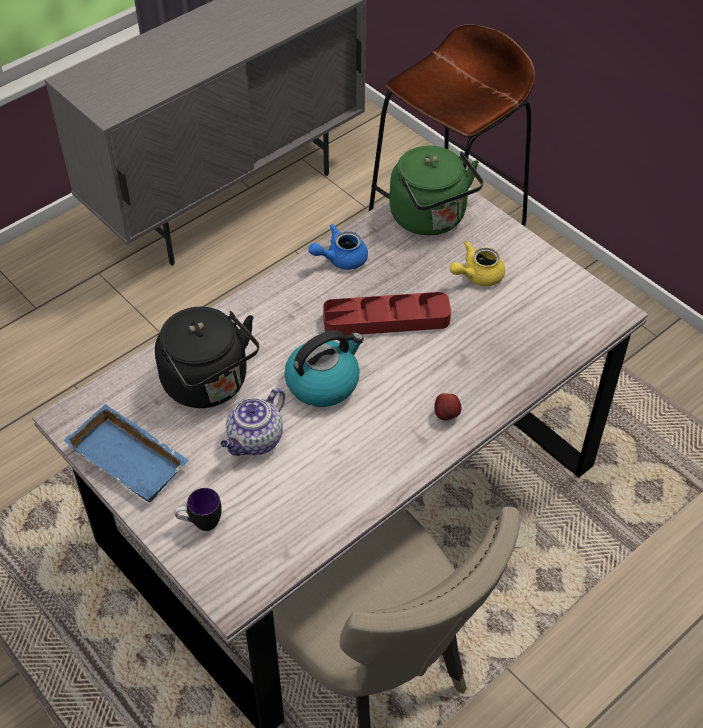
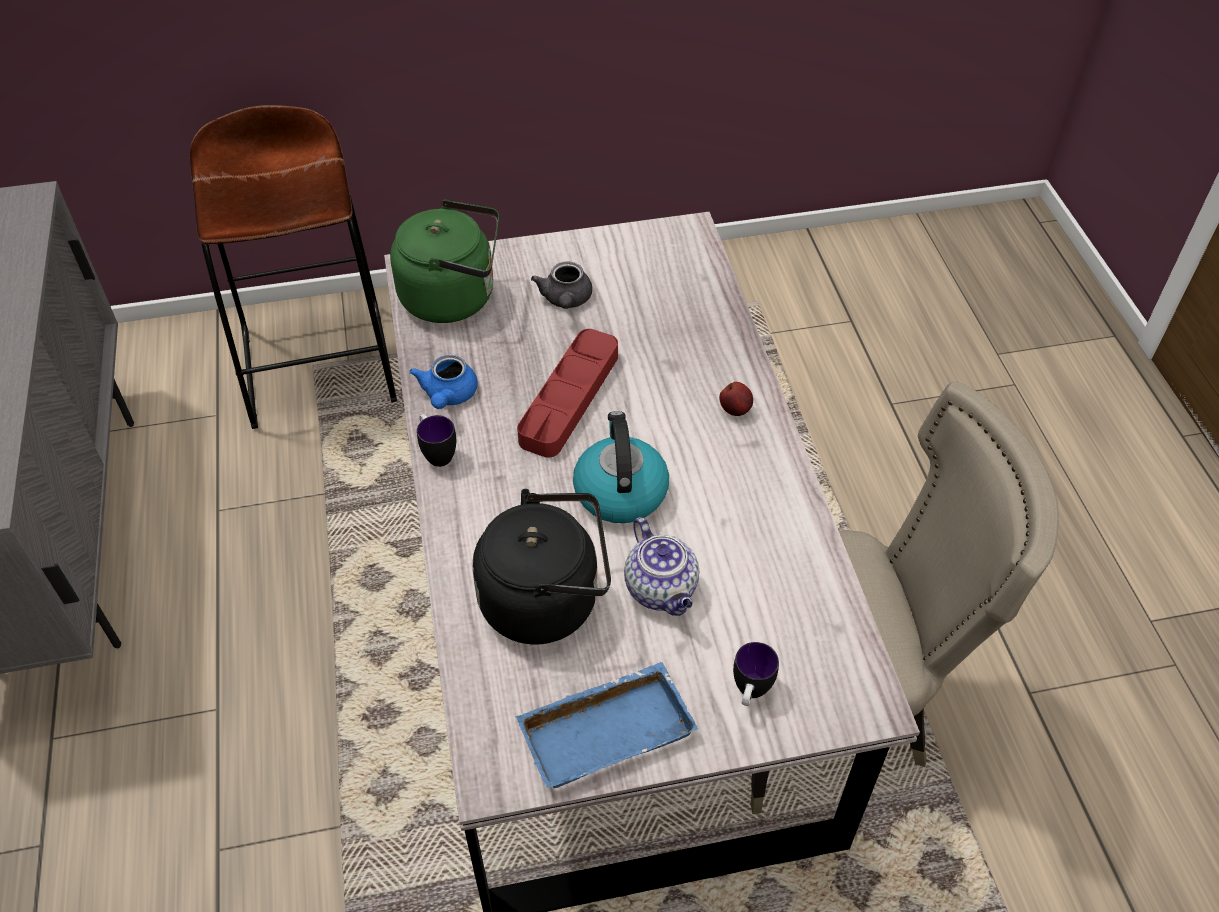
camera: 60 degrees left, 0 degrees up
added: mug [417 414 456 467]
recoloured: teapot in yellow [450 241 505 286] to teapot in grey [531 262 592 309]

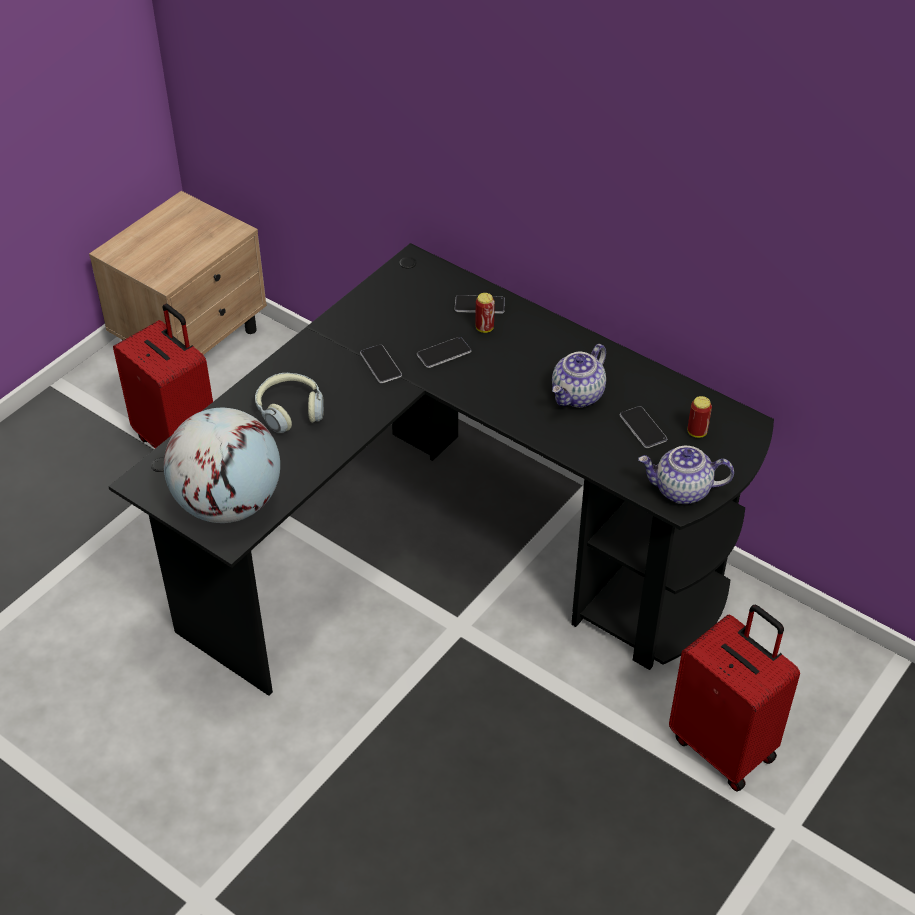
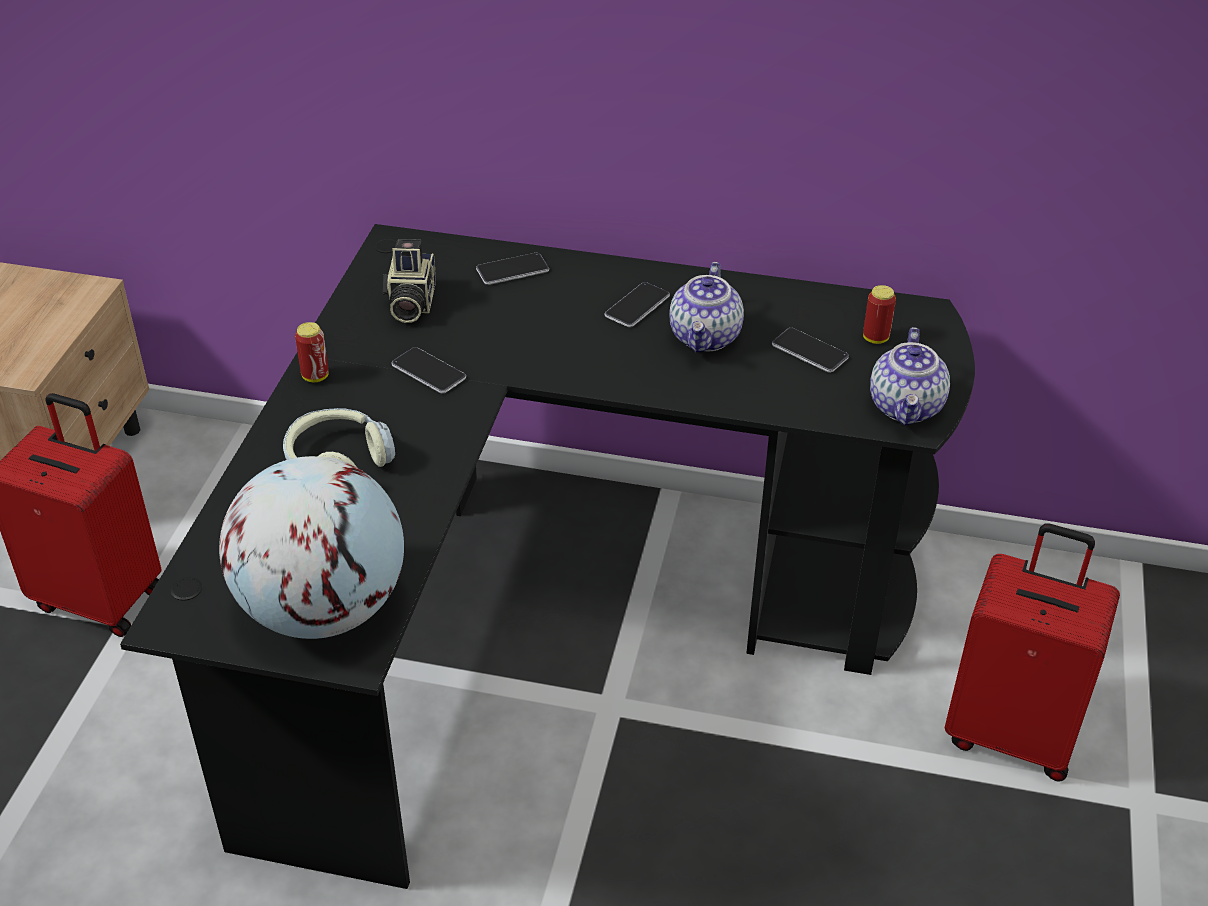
camera: 25 degrees left, 5 degrees down
added: photo camera [383 239 436 323]
moved: can [476 293 495 333] to [295 322 329 382]; phone [417 337 472 368] to [605 282 670 327]
turned: teapot [638 446 734 504] = [870 327 950 425] 60 degrees counterclockwise

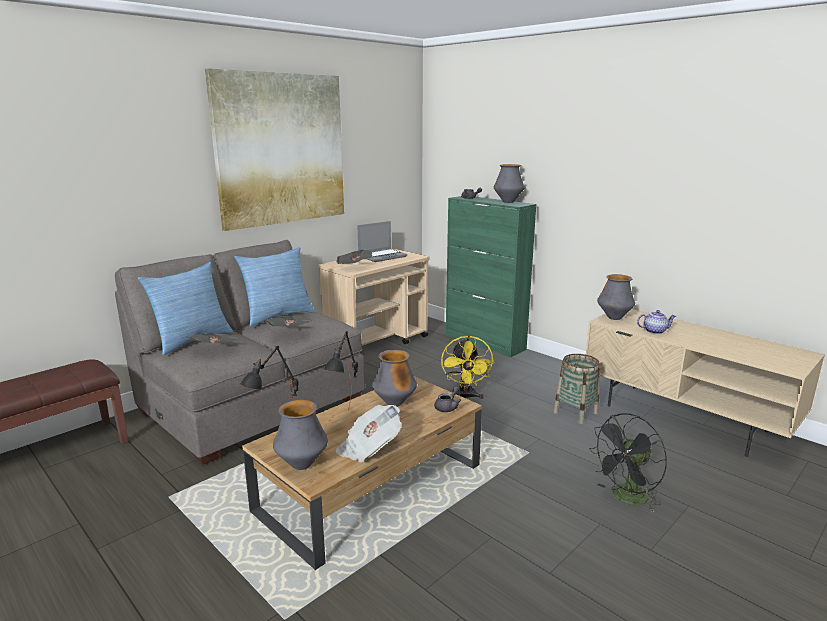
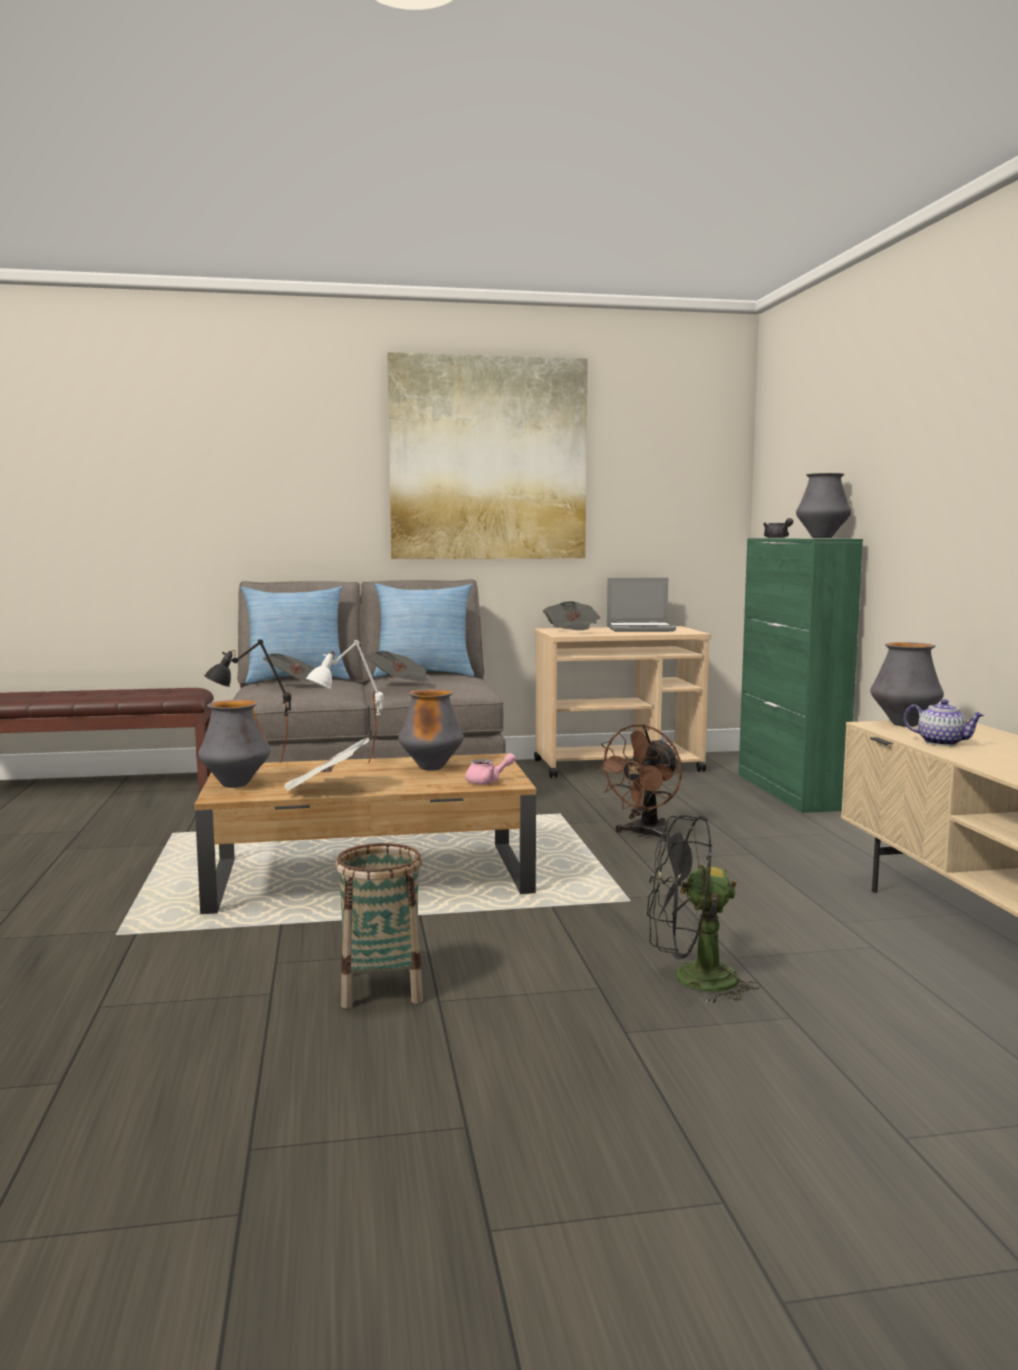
camera: 35 degrees right, 10 degrees down
moved: basket [554 354 600 424] to [335 843 423 1008]
recoloured: table lamp in black [324 331 358 411] to table lamp in white [305 640 383 764]; teapot in grey [434 385 461 412] to teapot in pink [465 753 516 784]; fan in yellow [441 335 494 399] to fan in brown [596 724 682 841]

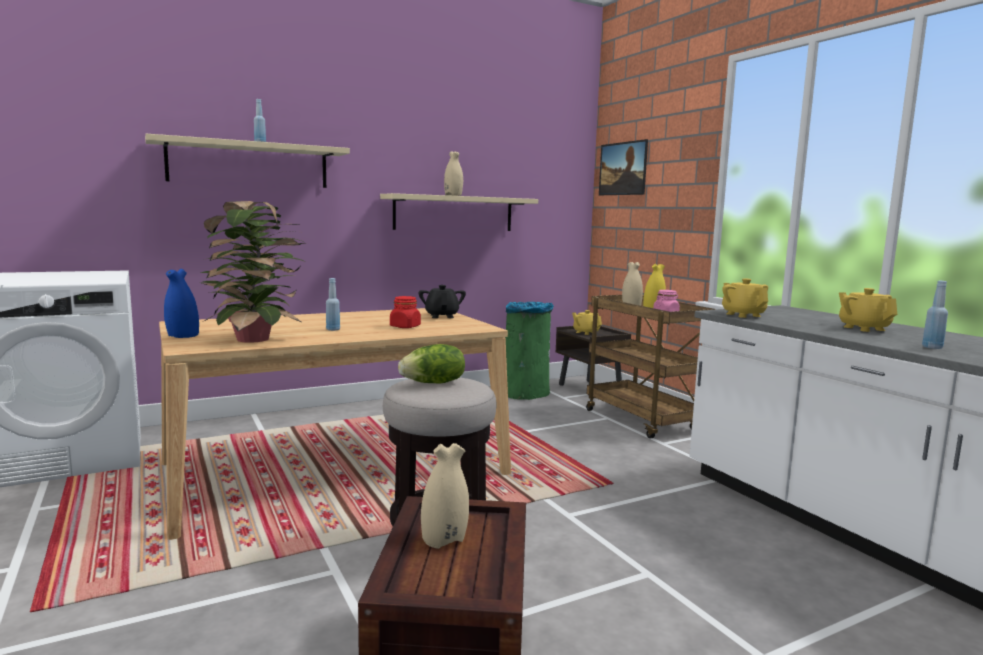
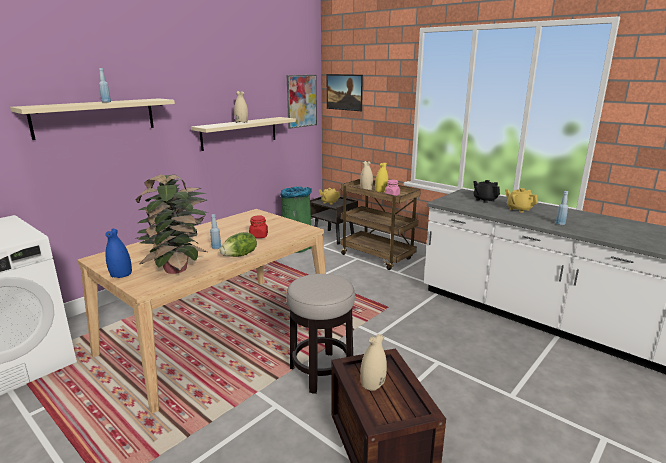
camera: 20 degrees left, 10 degrees up
removed: teapot in yellow [722 279 768 318]
added: picture [287 75 317 129]
moved: lettuce [398 344 465 384] to [220 232 257 257]; teapot in black [419 285 466 318] to [473 180 500 203]

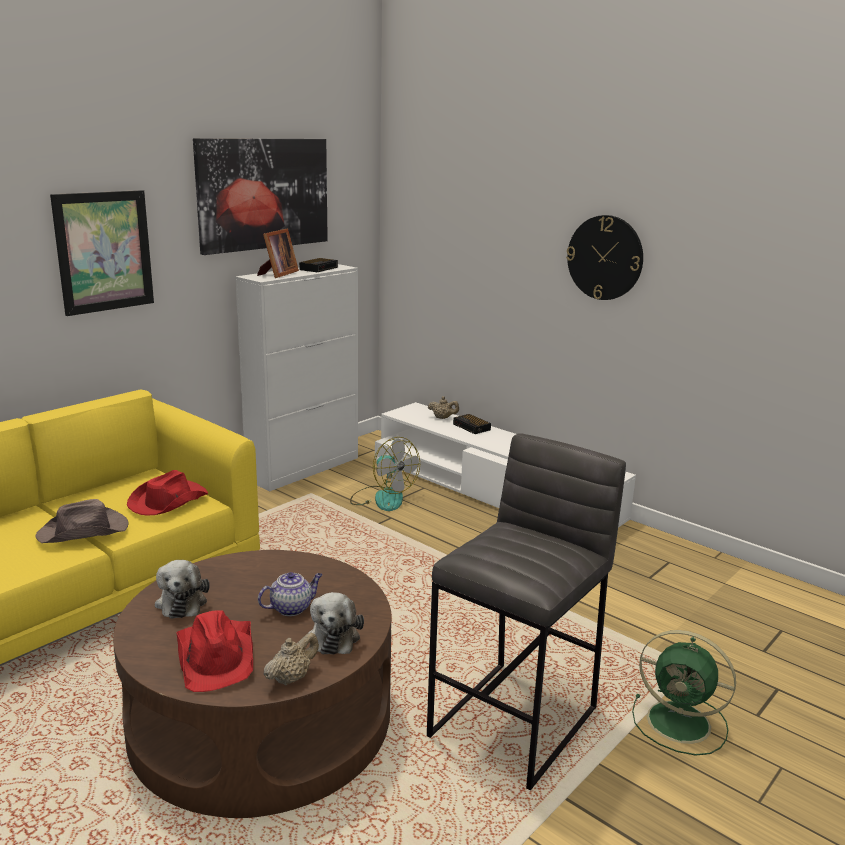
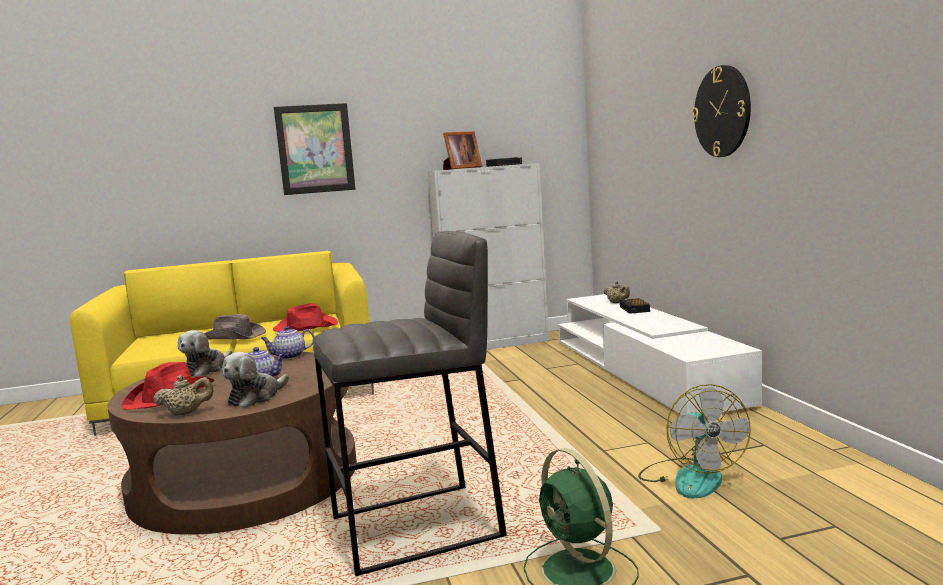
camera: 35 degrees right, 10 degrees down
removed: picture [193 138 328 255]
added: teapot [260 326 314 359]
moved: fan [350 437 420 511] to [638 384 751 499]

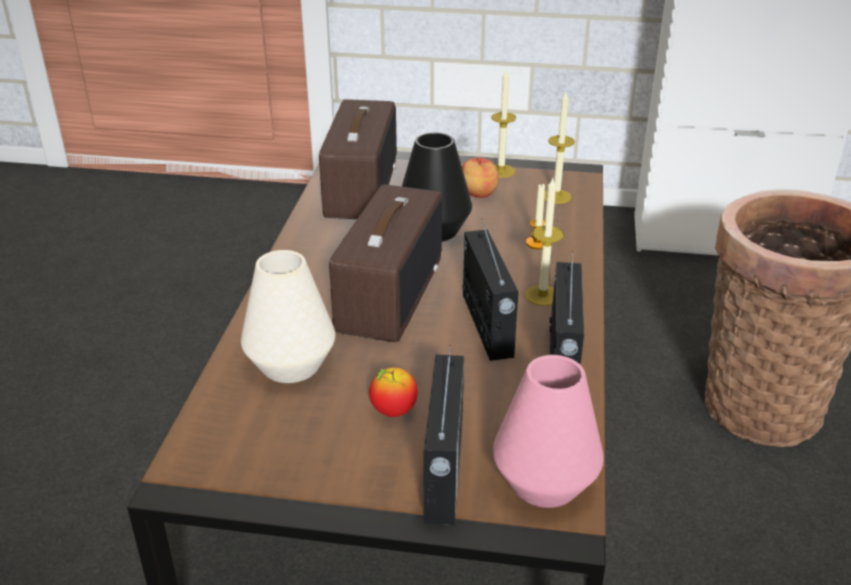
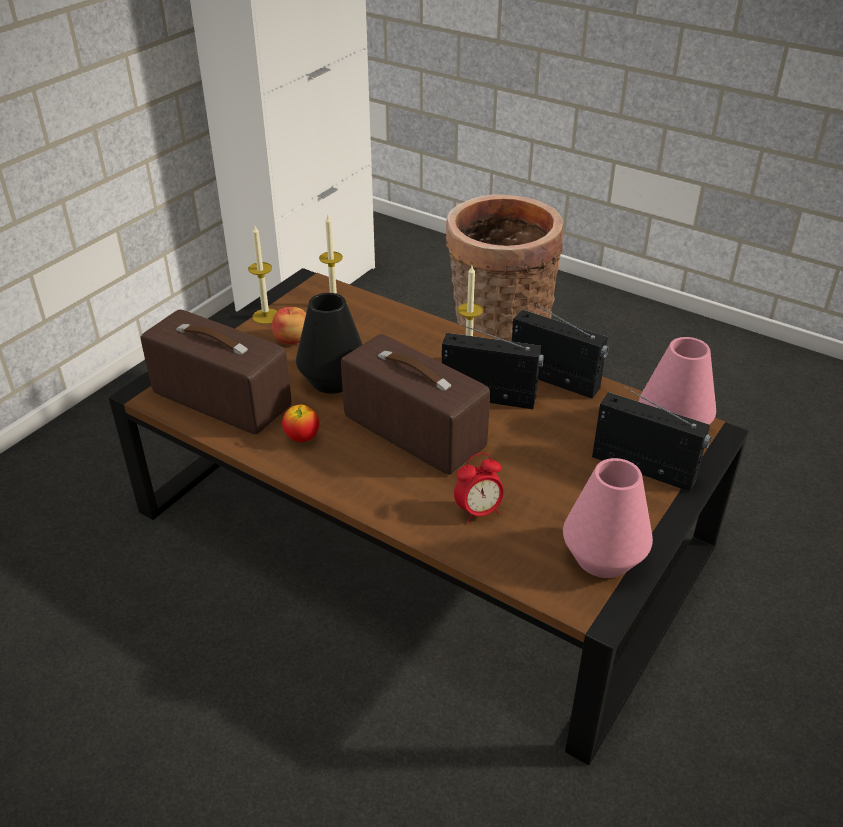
camera: 65 degrees left, 5 degrees up
removed: candle [526 184 545 249]
added: vase in pink [563 458 653 578]
moved: apple [369 367 418 417] to [282 404 319 442]
replaced: vase in white [241 250 335 383] to alarm clock [454 453 504 523]

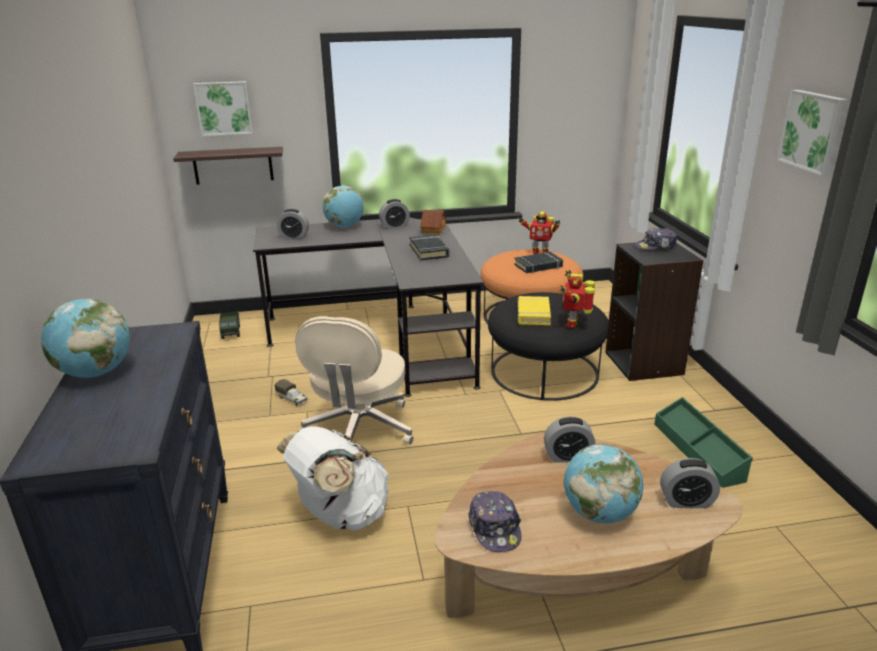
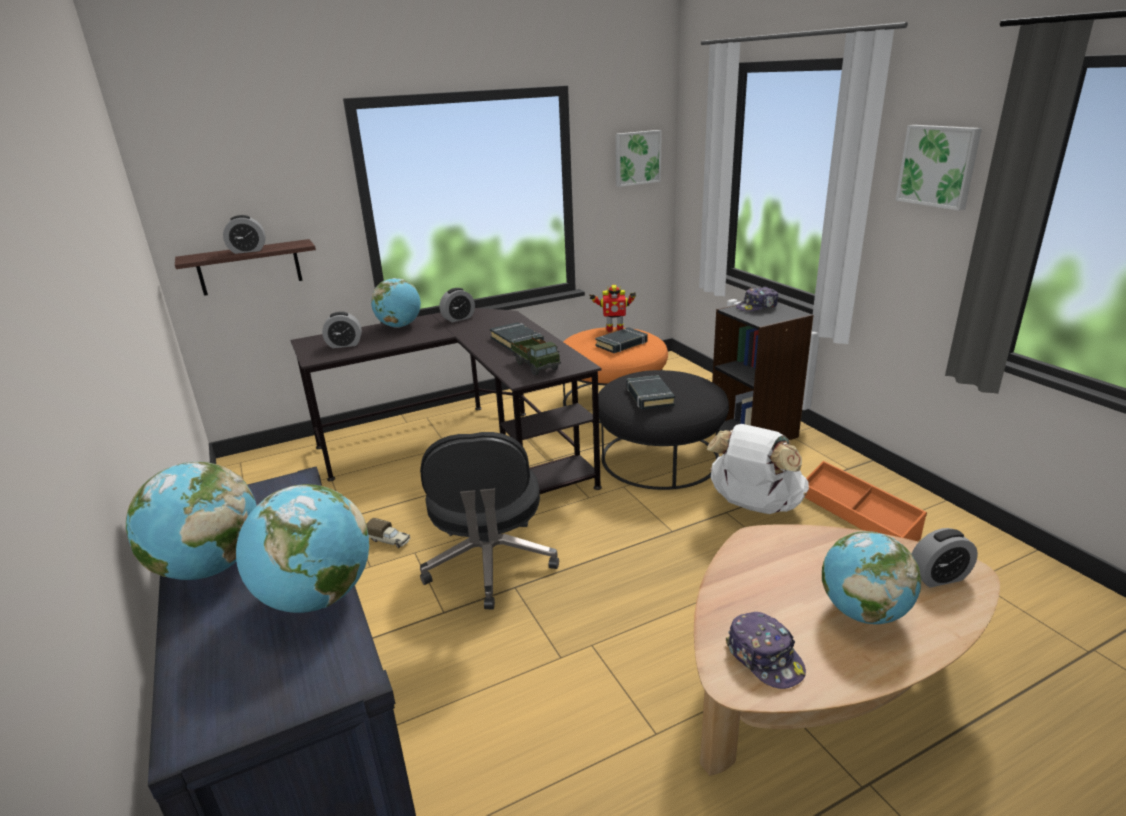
camera: 15 degrees left, 0 degrees up
removed: toy house [420 210 447 234]; toy robot [559 270 595 328]
added: globe [236 484 369 613]
moved: alarm clock [544 416 596 463] to [223 215 266 254]; toy truck [219 308 240 339] to [510 333 561 375]; picture [193 81 253 136] to [616 130 662 187]; backpack in white [276 426 390 530] to [707 424 809 514]
recoloured: office chair in beige [295 316 414 445] to office chair in black [420 432 559 609]; book in yellow [518 296 551 325] to book in black [626 375 675 410]; storage box in green [654 397 753 488] to storage box in orange [804 461 927 541]

